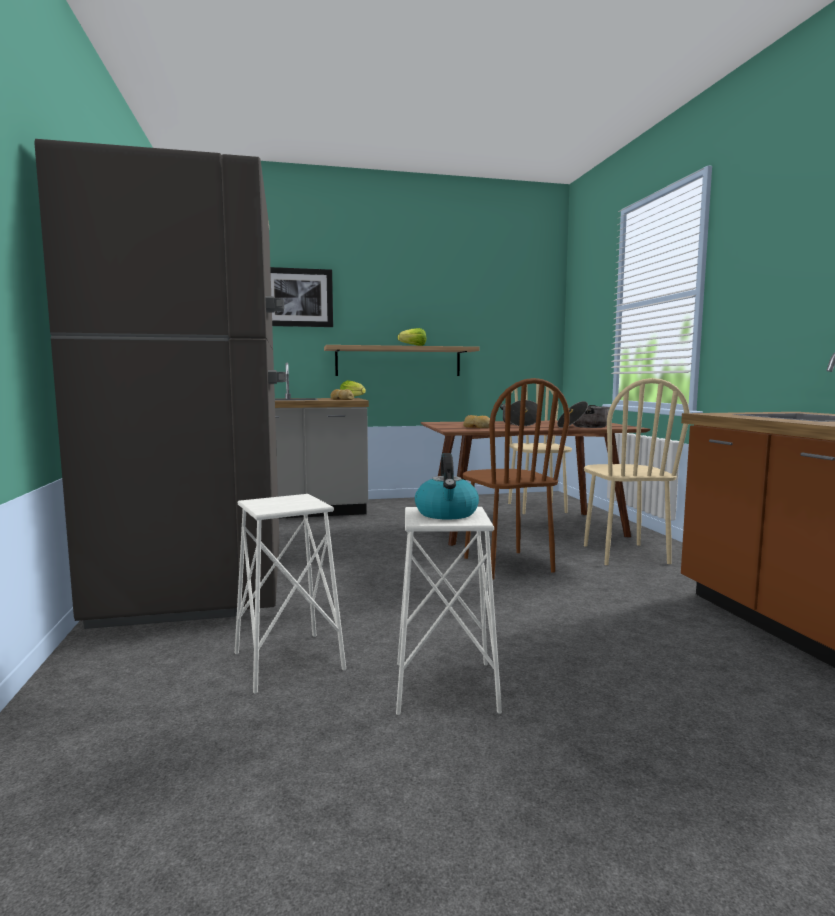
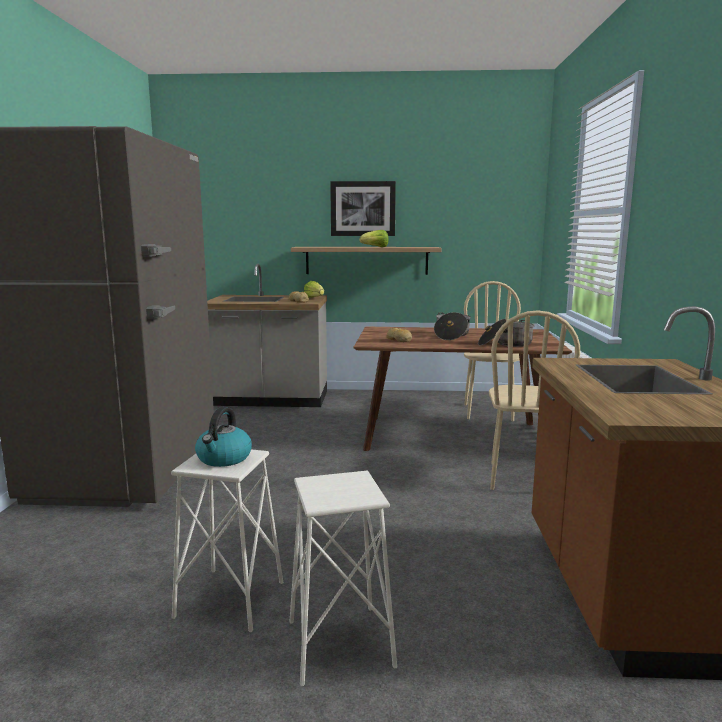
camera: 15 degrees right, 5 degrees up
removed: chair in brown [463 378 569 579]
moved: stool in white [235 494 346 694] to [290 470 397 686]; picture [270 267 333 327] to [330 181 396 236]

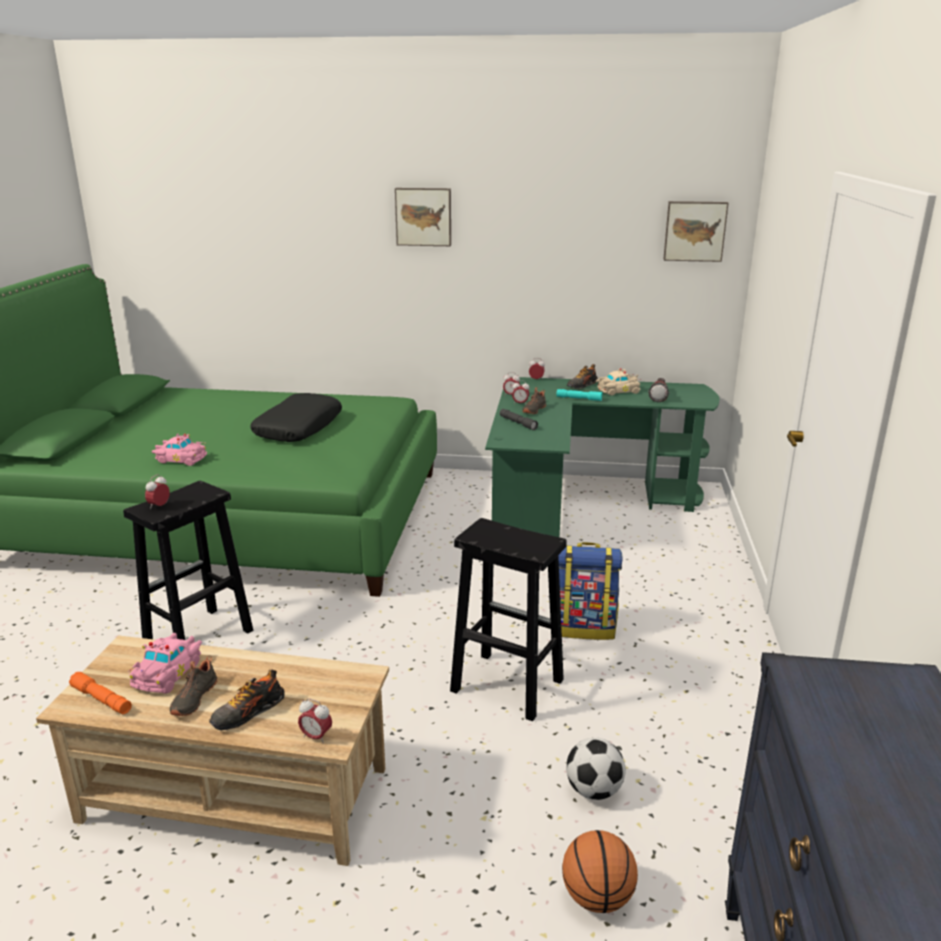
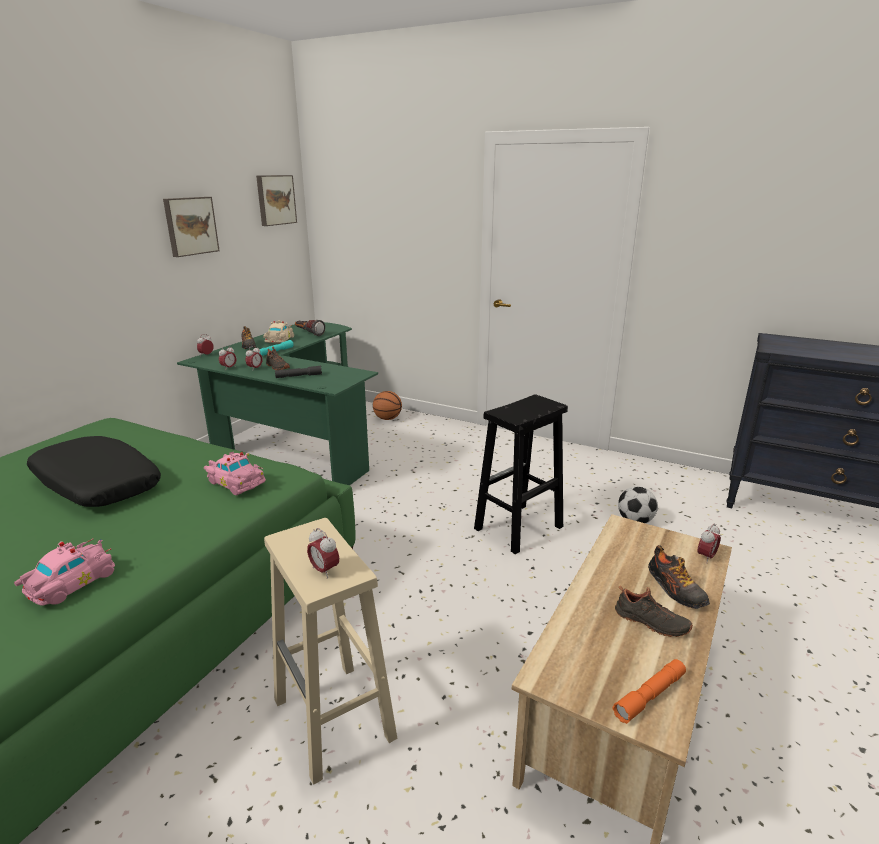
camera: 70 degrees left, 0 degrees up
removed: backpack [558 542 623 640]
moved: picture [395 188 451 246] to [163 197 220 257]; toy car in pink [128 633 202 694] to [204 452 266 495]; basketball [562 830 638 913] to [373 391 402 420]
recoloured: stool in black [123 481 253 640] to stool in beige [264 518 397 785]

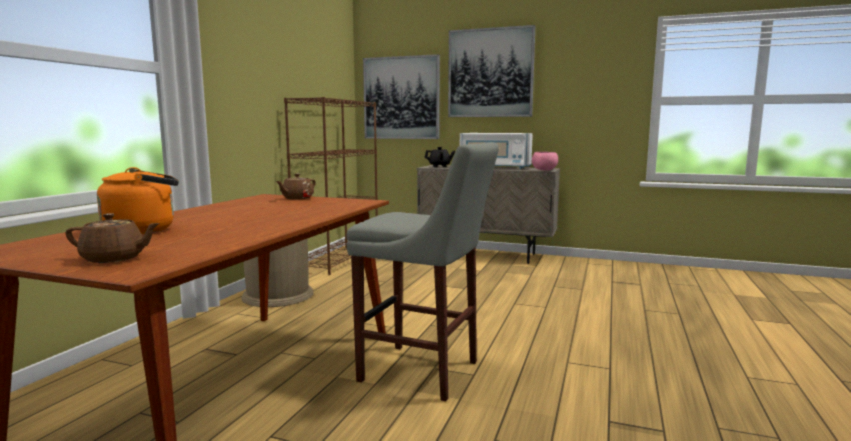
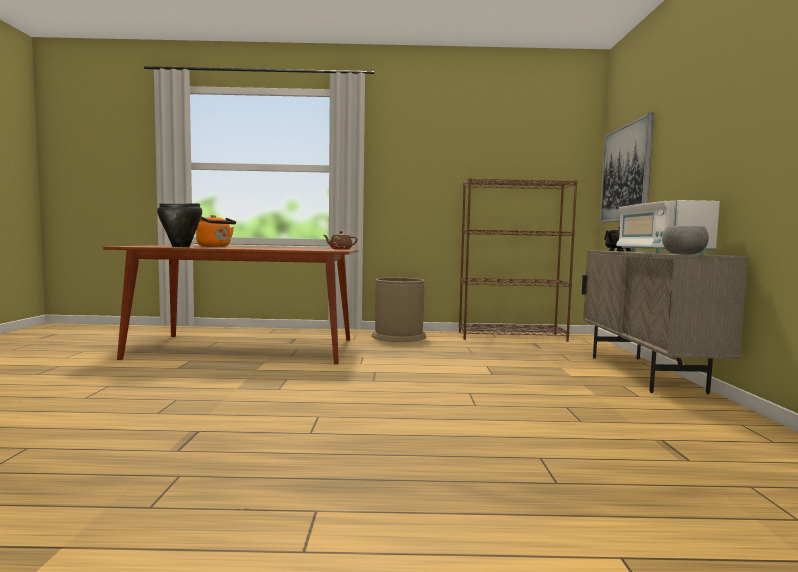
camera: 70 degrees right, 5 degrees down
removed: teapot in brown [65 213 160 263]; stool in grey [347 142 499 401]; picture [448 25 535 117]
added: cooking pot in black [157 203 202 247]
recoloured: bowl in pink [532 152 558 171] to bowl in grey [662 226 709 255]

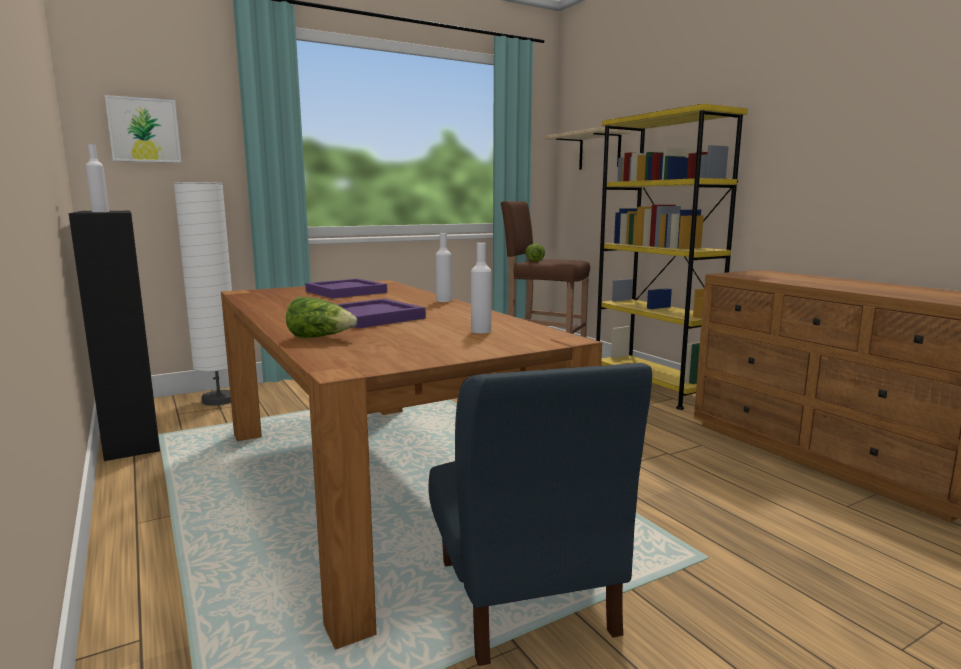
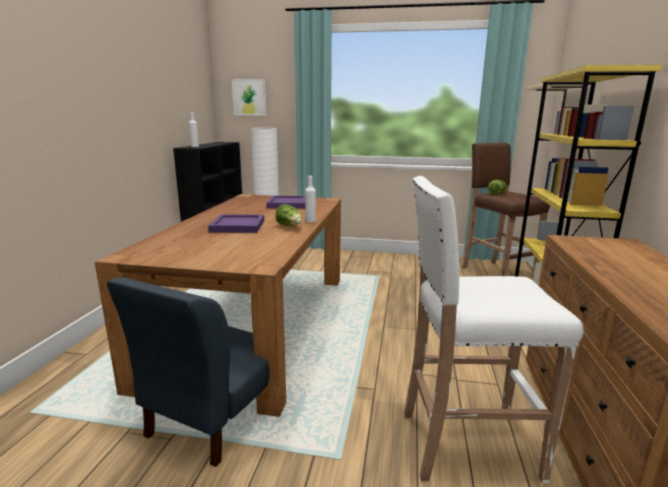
camera: 40 degrees right, 5 degrees up
removed: bottle in white [471 243 491 333]
added: stool in white [404 176 584 483]
moved: lettuce [286 297 357 338] to [275 204 302 226]

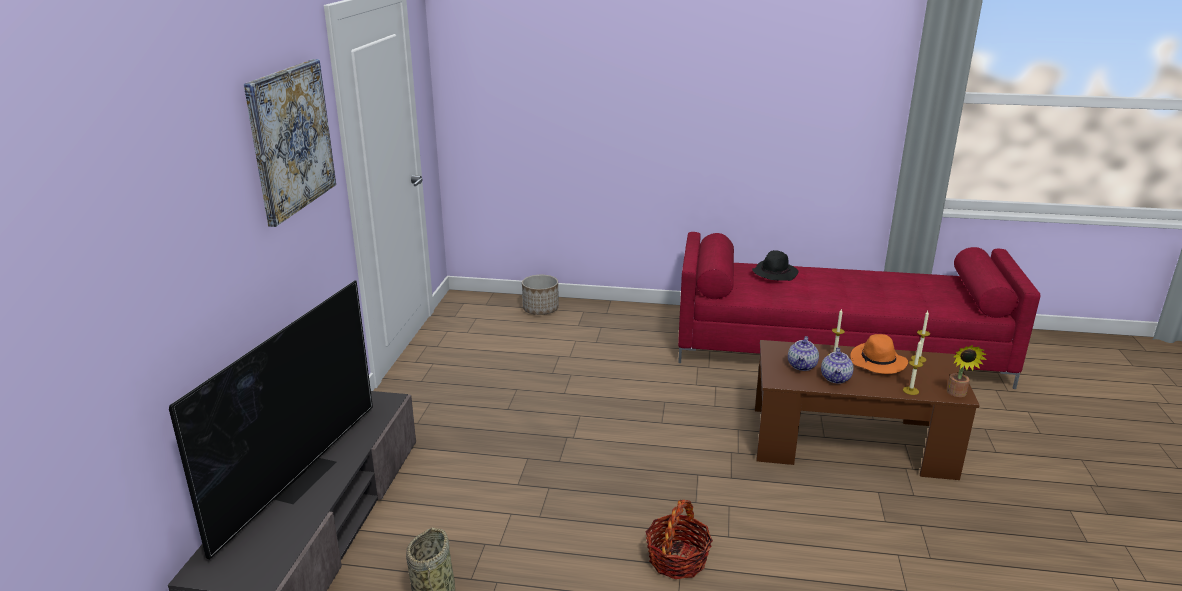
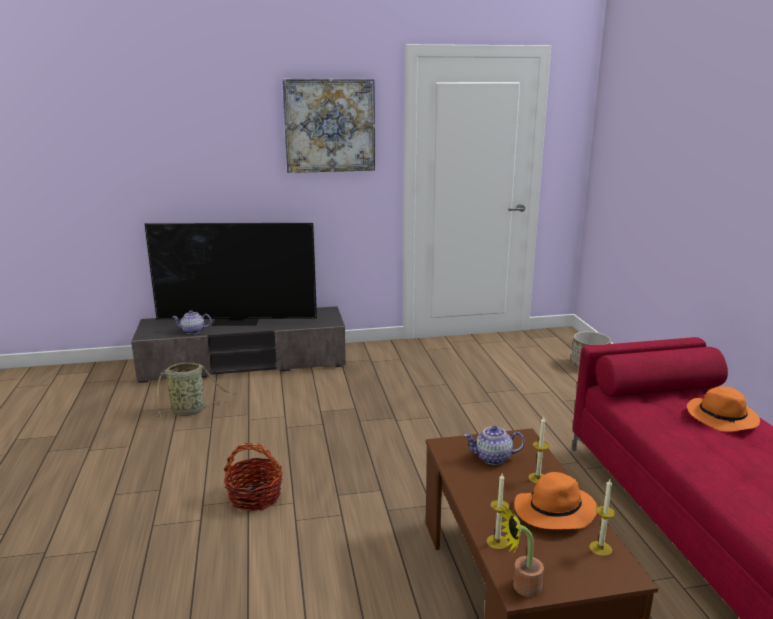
camera: 70 degrees right, 5 degrees down
moved: teapot [821 347 854 384] to [172 310 212 334]
recoloured: hat in black [752 250 799 281] to hat in orange [687 386 760 432]

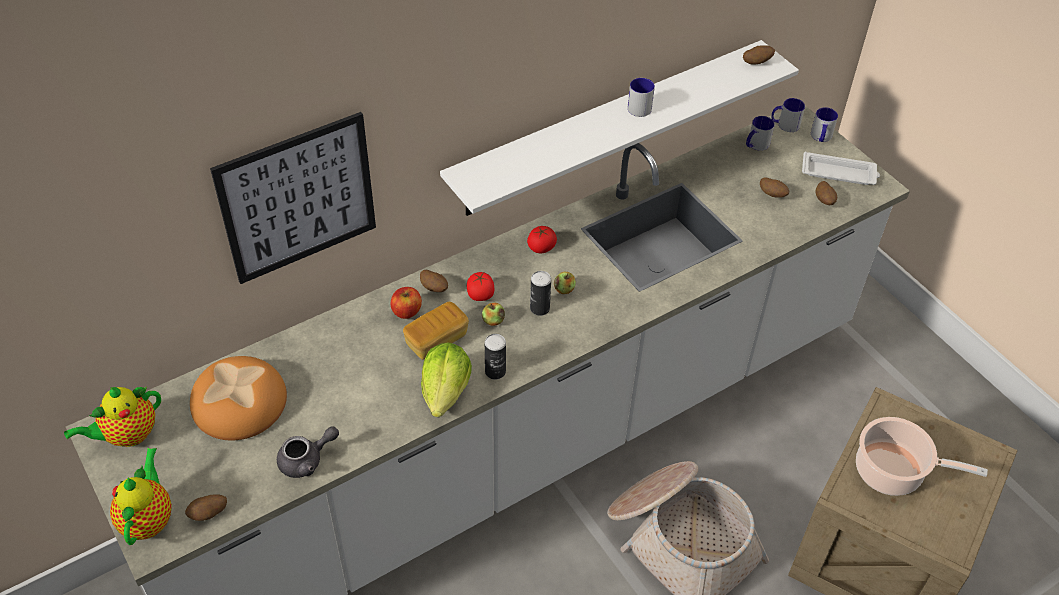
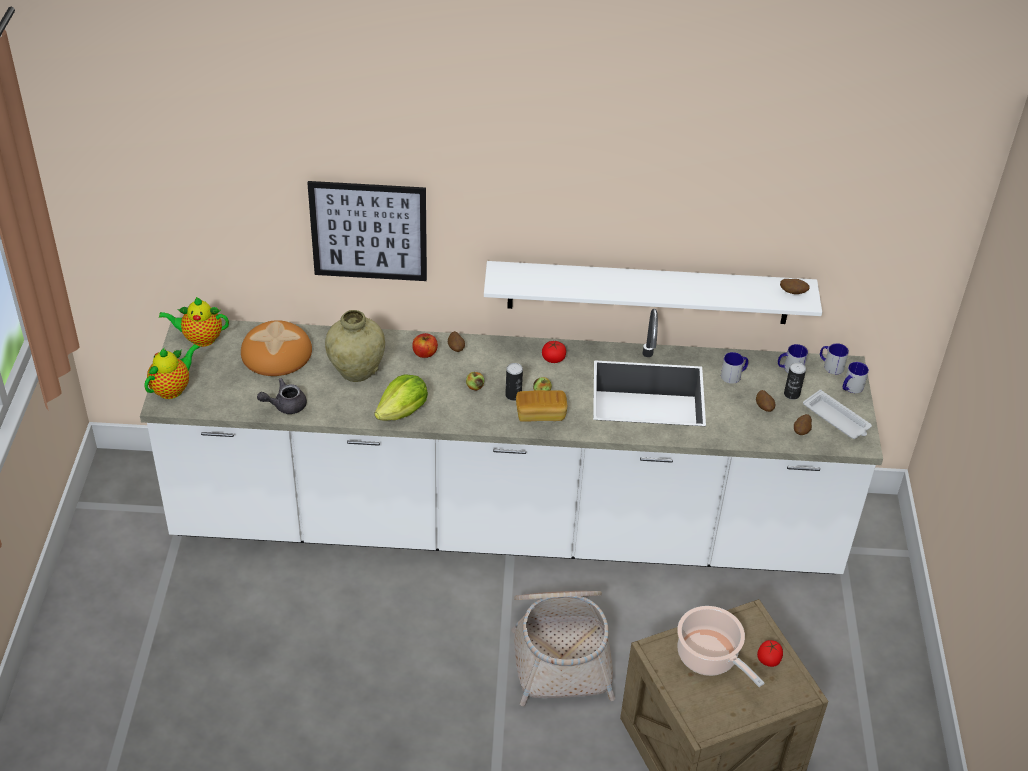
camera: 35 degrees right, 5 degrees down
removed: potato [185 494 227 521]
added: vase in beige [325 310 385 382]
moved: bread [403 302 469 360] to [516 390 567 422]; mug [627 78 655 117] to [721 352 748 384]; tomato [467 272 494 301] to [757 640 783 667]; can [485 334 506 379] to [784 362 806 400]
turned: teapot in grey [277 426 339 478] = [257 378 307 414] 150 degrees clockwise

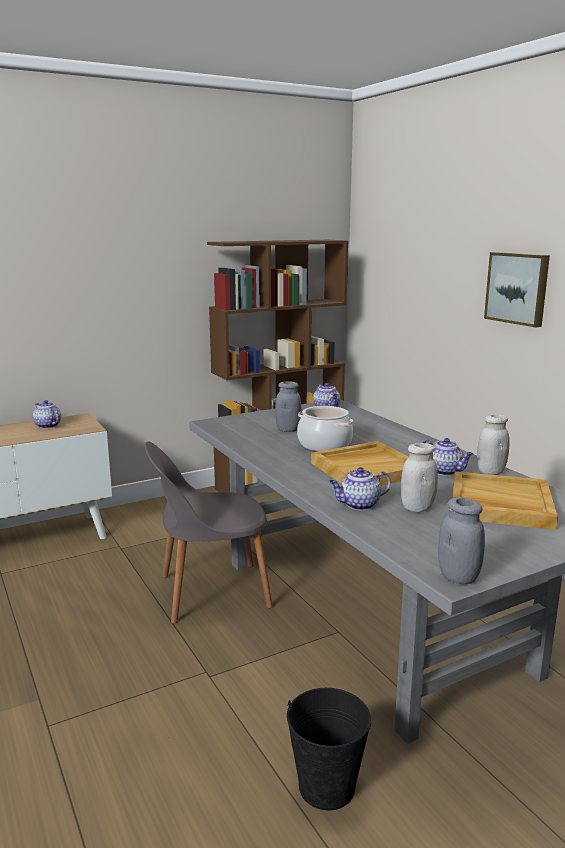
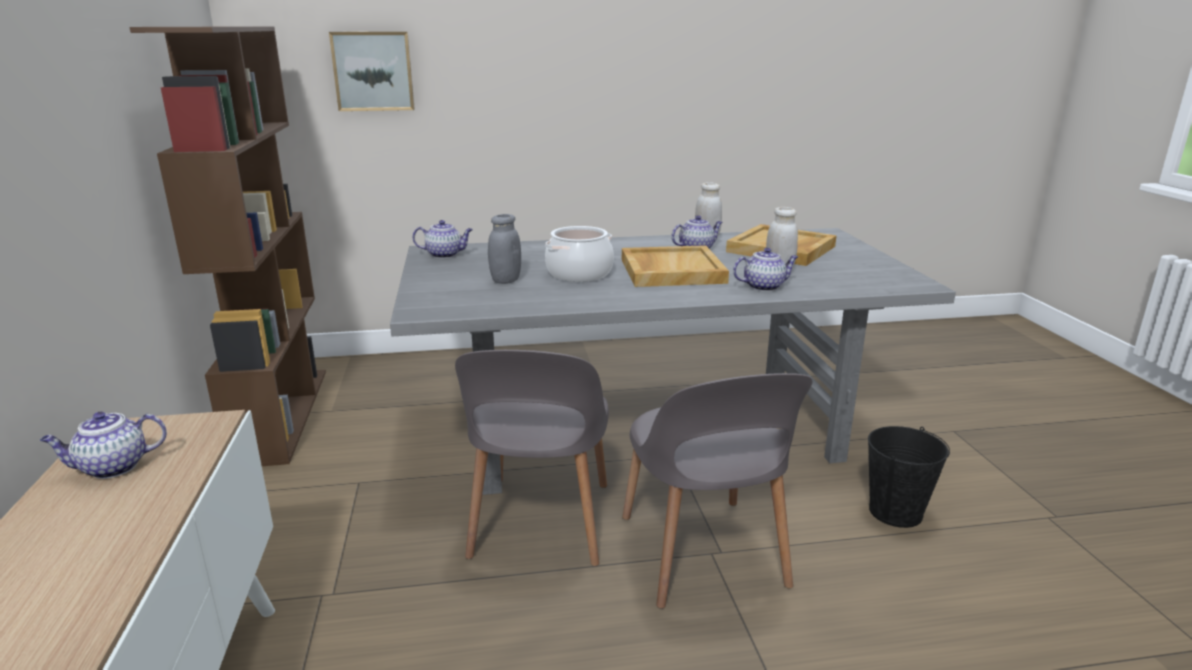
camera: 70 degrees left, 5 degrees up
removed: jar in grey [438 497 485 584]
added: chair in grey [622 373 812 609]
moved: picture [484 252 550 328] to [329 32 415 111]
turned: teapot [329 467 391 510] = [733 248 798 291] 105 degrees counterclockwise

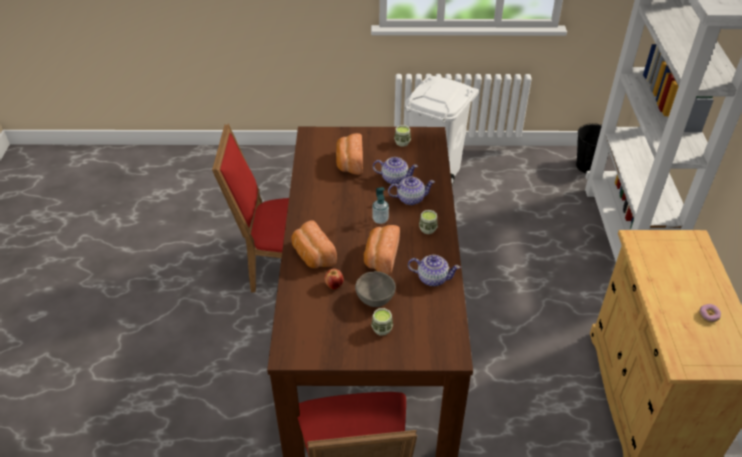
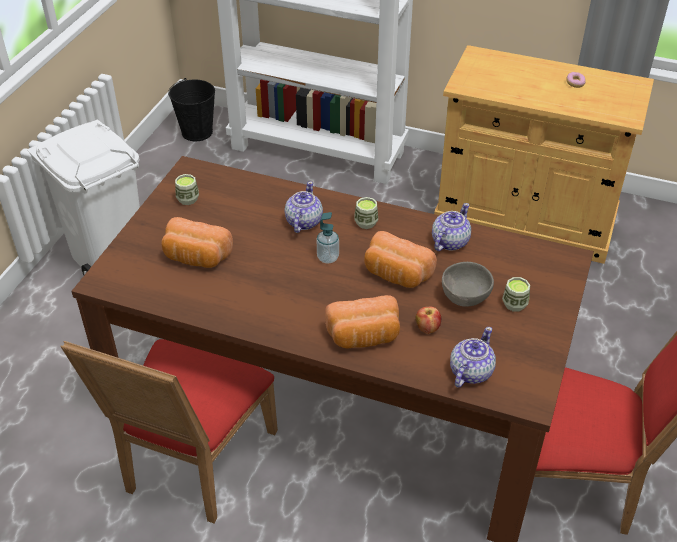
camera: 70 degrees left, 0 degrees up
moved: teapot [373 157 418 184] to [450 327 496 387]

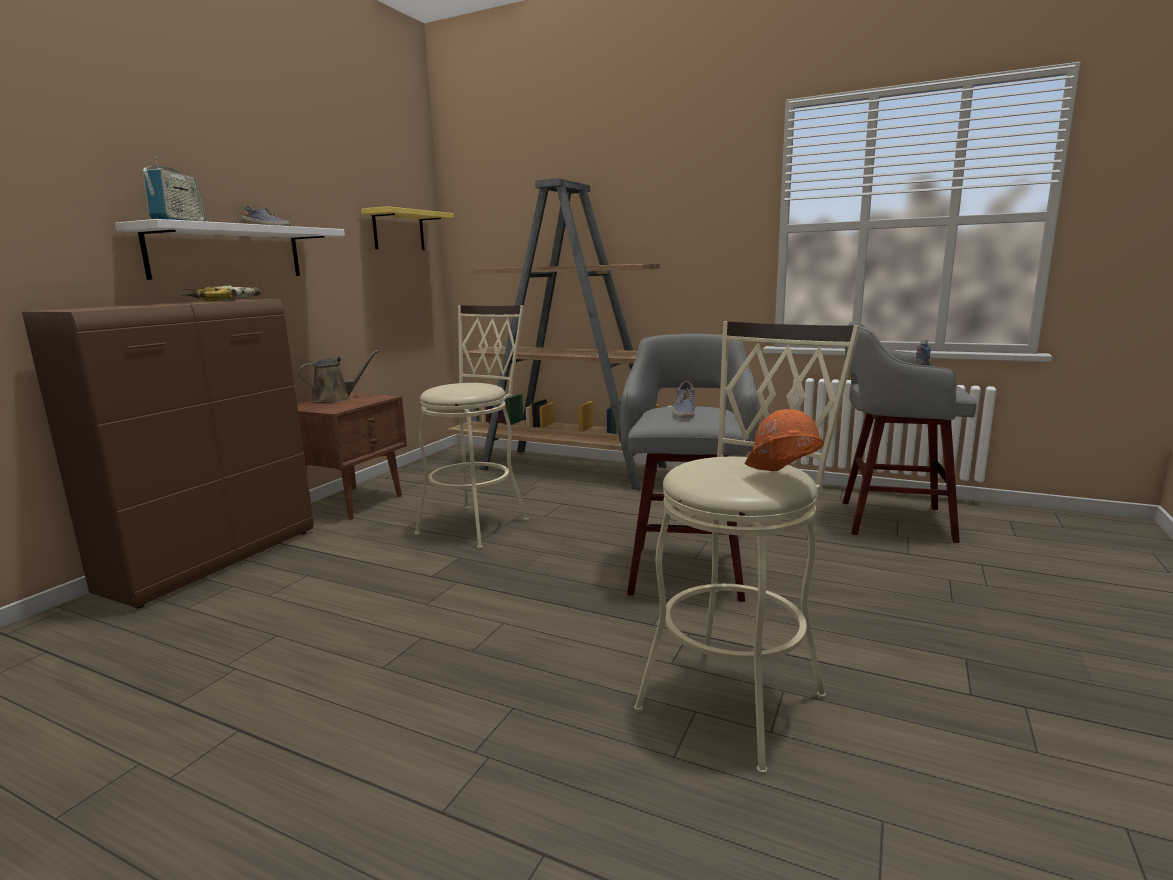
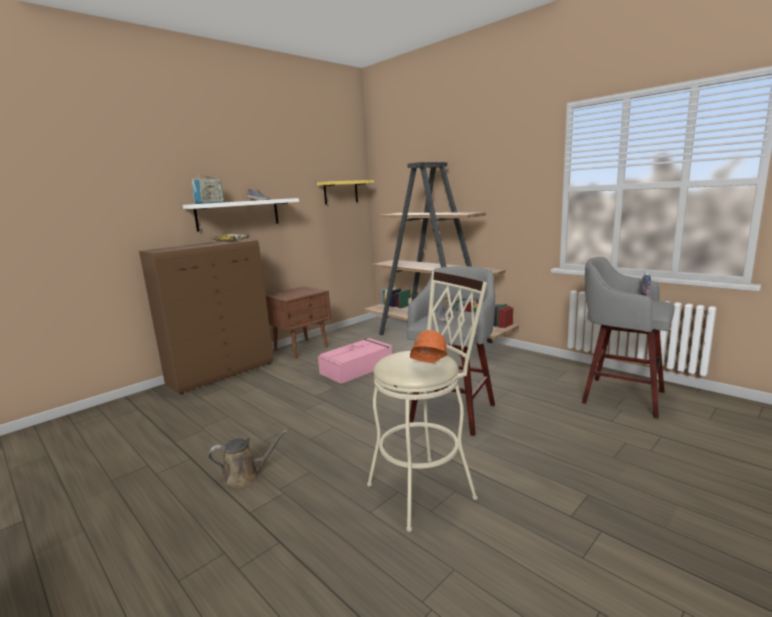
camera: 20 degrees right, 0 degrees up
moved: watering can in brown [298 350 379 403] to [208 429 288 488]
replaced: stool in beige [414 305 529 549] to storage box in pink [318 338 392 384]

